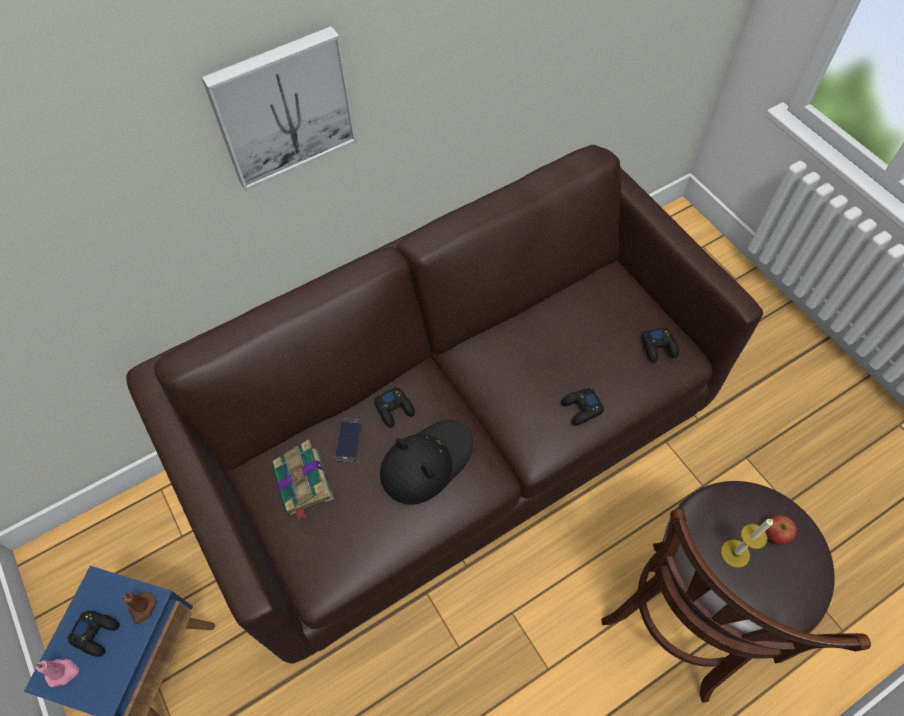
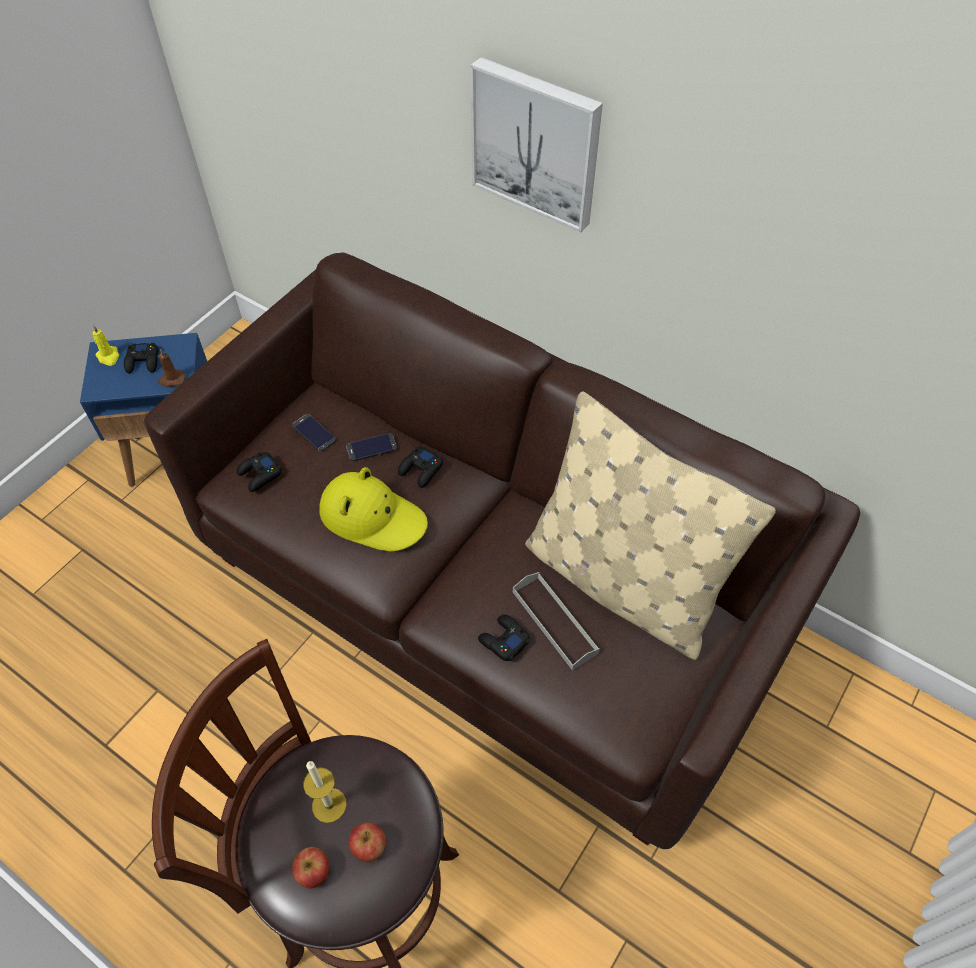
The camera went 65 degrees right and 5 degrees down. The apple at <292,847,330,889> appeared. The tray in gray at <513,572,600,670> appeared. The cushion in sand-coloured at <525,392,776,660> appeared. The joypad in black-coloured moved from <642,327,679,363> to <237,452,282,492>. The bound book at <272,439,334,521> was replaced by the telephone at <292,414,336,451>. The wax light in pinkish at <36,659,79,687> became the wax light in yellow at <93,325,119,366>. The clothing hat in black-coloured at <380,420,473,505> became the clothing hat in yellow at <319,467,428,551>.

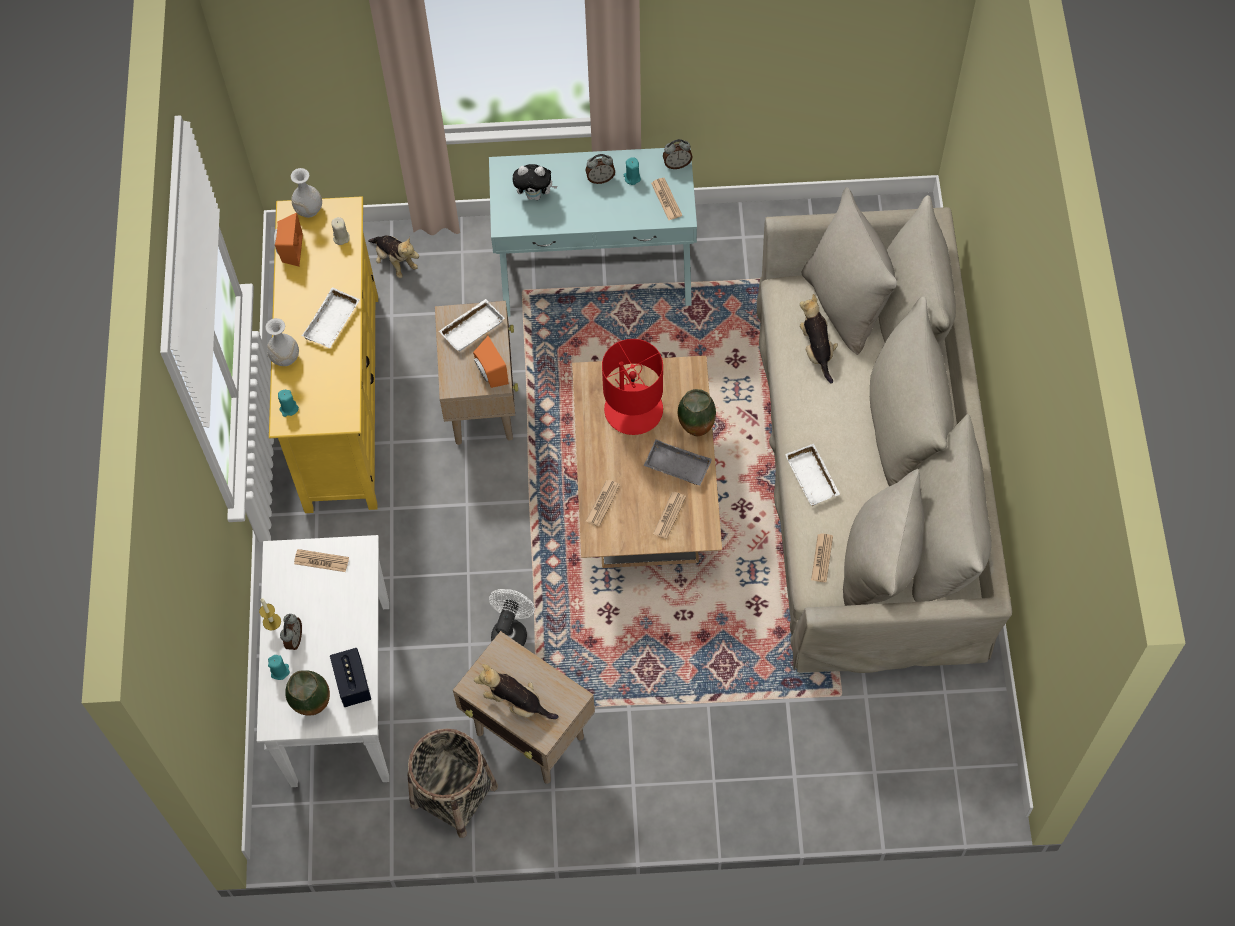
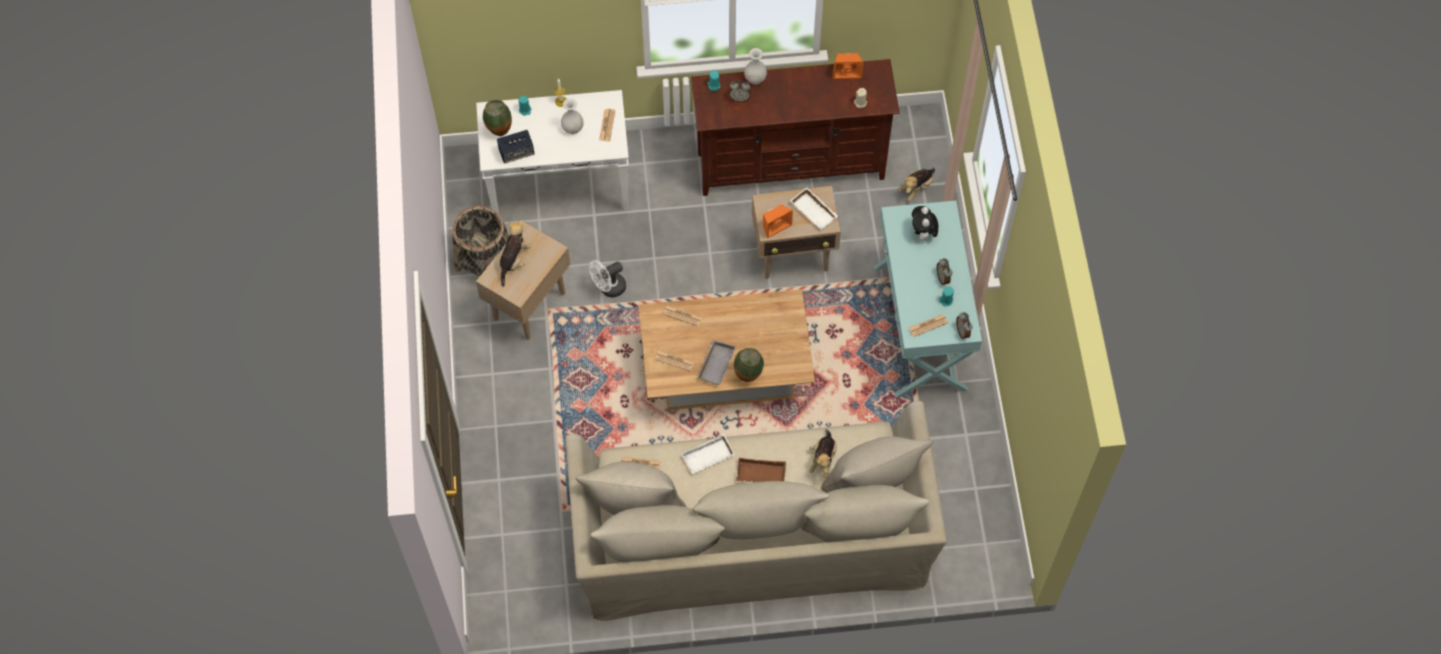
The camera went 85 degrees right and 0 degrees up. The tray in white at <302,287,360,348> disappeared. The tabletop lamp in red at <602,339,663,435> disappeared. The tray in brown at <736,458,786,482> appeared. The table clock moved from <280,614,302,650> to <729,80,751,102>. The vase in white moved from <291,168,322,218> to <561,98,584,134>. The tv unit in yellow at <269,196,378,513> became the tv unit in brown at <691,59,900,196>. The electric fan in white at <489,589,535,646> turned 135 degrees clockwise. The cuddly toy at <800,294,838,383> turned 120 degrees clockwise.

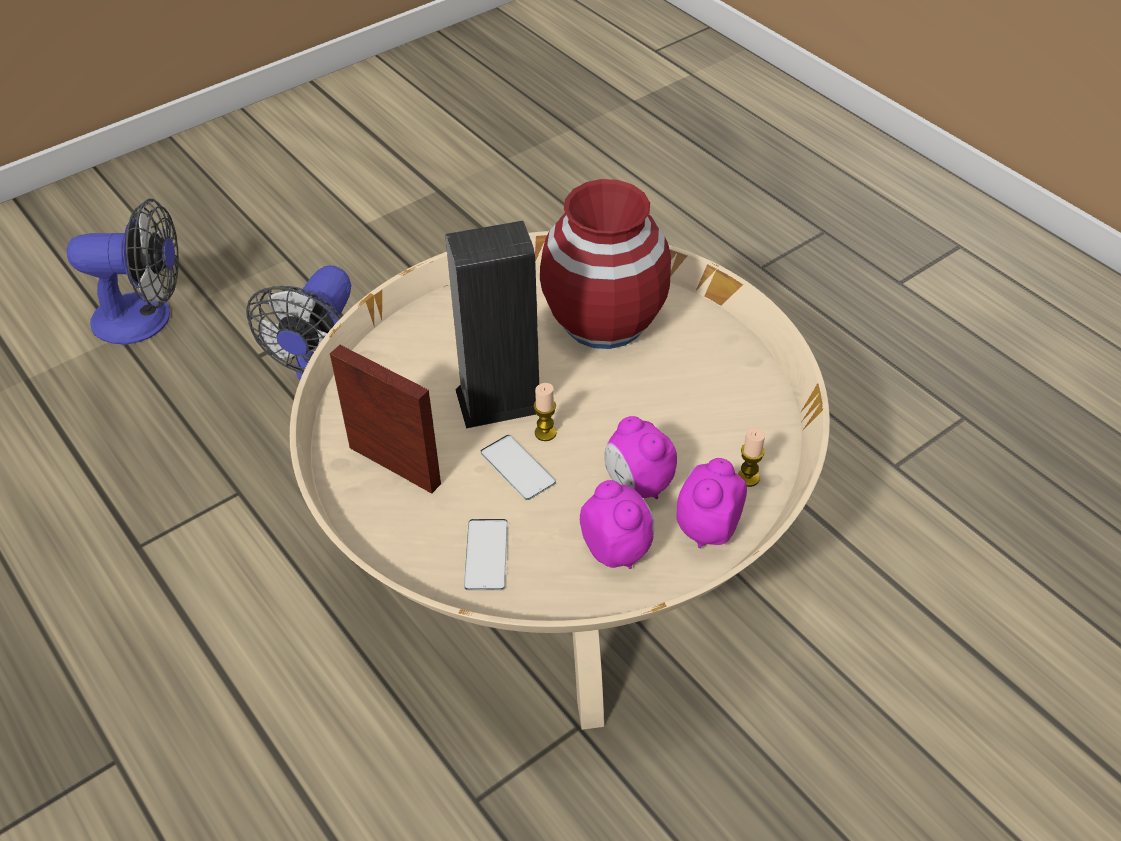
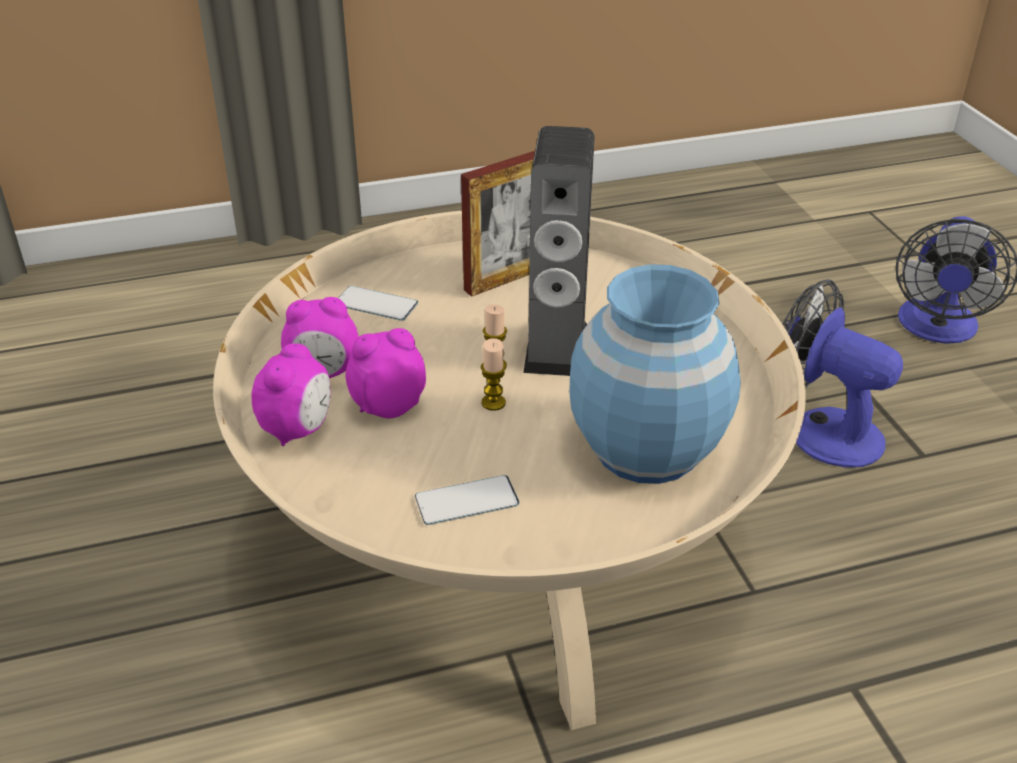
The camera went 110 degrees right and 10 degrees down. The telephone moved from <480,435,556,500> to <415,475,520,525>. The wax light moved from <738,428,765,487> to <481,338,506,411>. The vase in red at <540,179,671,349> became the vase in bluish at <569,264,741,484>. The table clock at <676,458,747,548> turned 60 degrees clockwise.

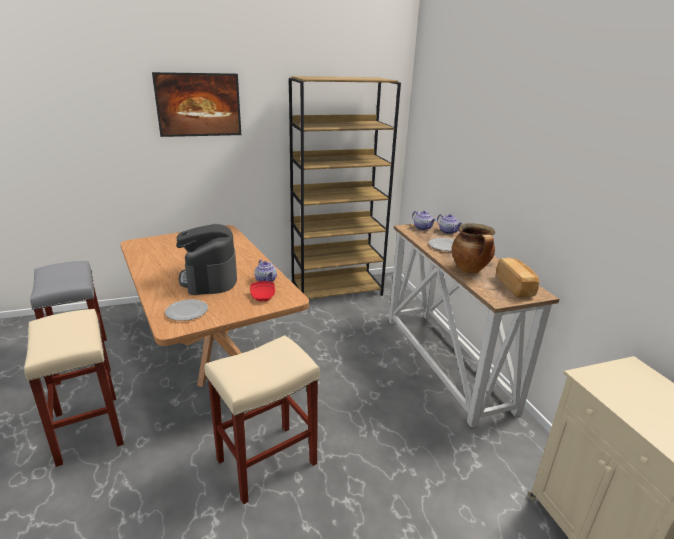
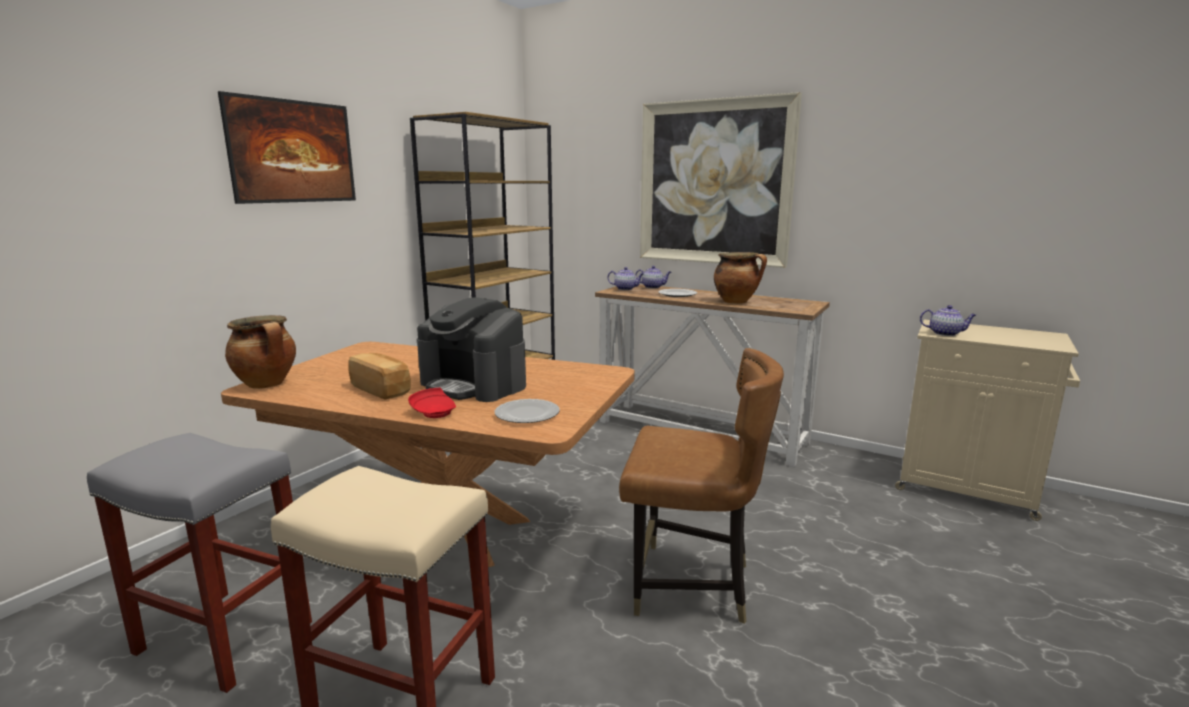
The camera went 40 degrees left and 10 degrees down. The stockpot at <225,315,296,389> appeared. The wall art at <640,92,802,268> appeared. The flat dish in red moved from <250,281,275,302> to <408,388,456,418>. The tea pot moved from <255,260,277,282> to <920,305,976,336>. The bakery bread moved from <496,258,539,298> to <348,353,411,400>. The sitting stool in sand-coloured at <205,335,320,505> was replaced by the chair in brown at <619,348,784,624>.

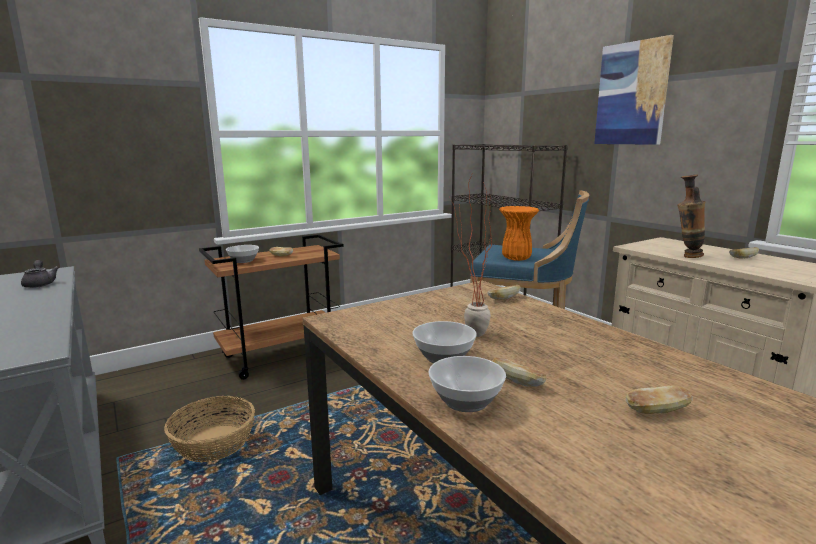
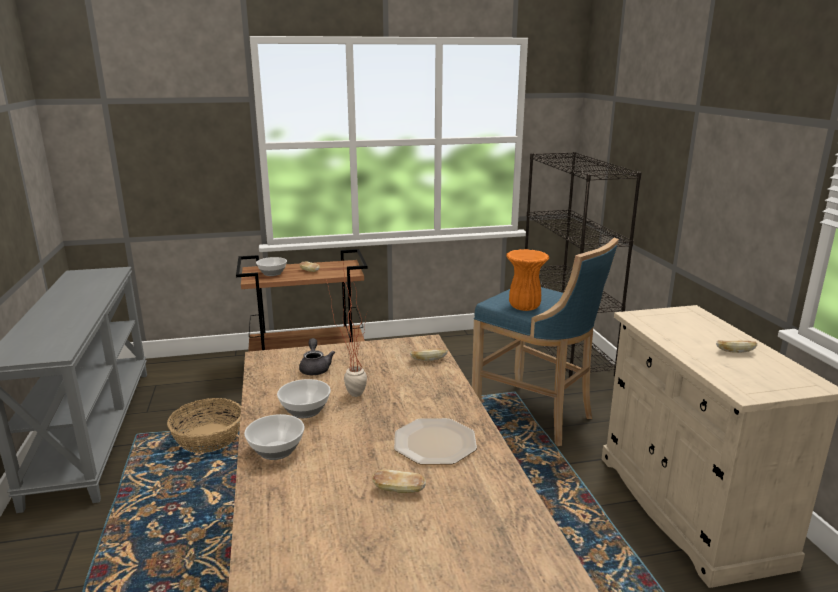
The camera went 20 degrees right and 5 degrees up. The bakery bread at <492,357,546,387> disappeared. The wall art at <594,35,674,145> disappeared. The vase at <677,174,705,258> disappeared. The flat dish at <394,418,477,465> appeared. The tea pot in gray moved from <21,260,59,288> to <299,338,335,375>.

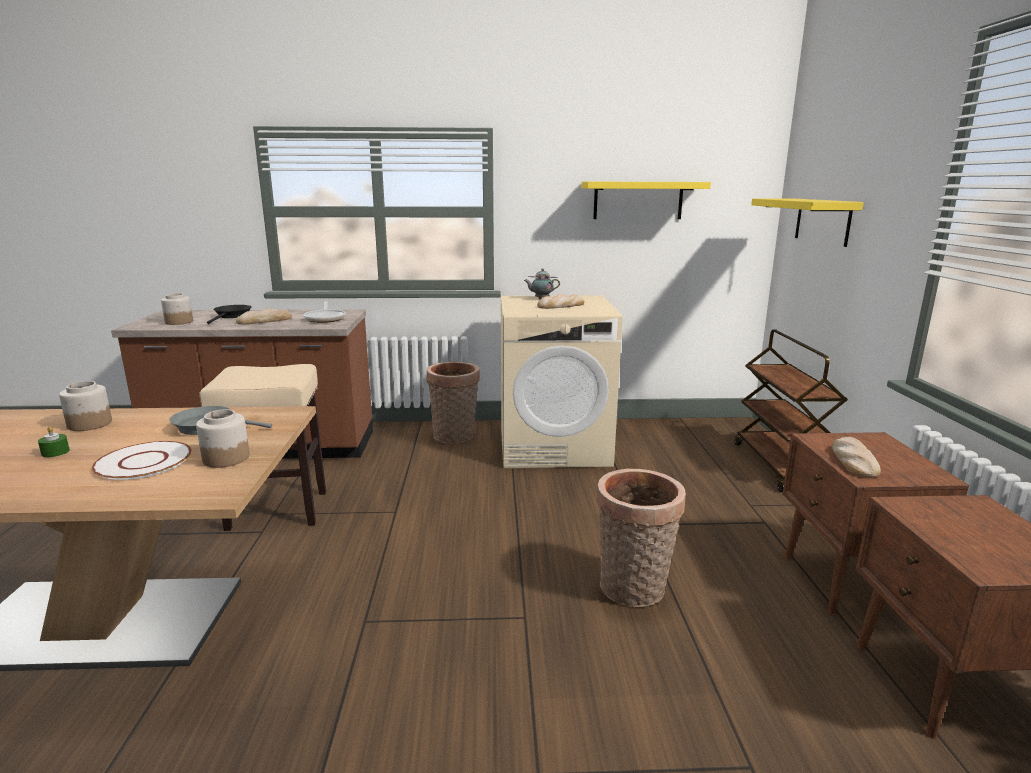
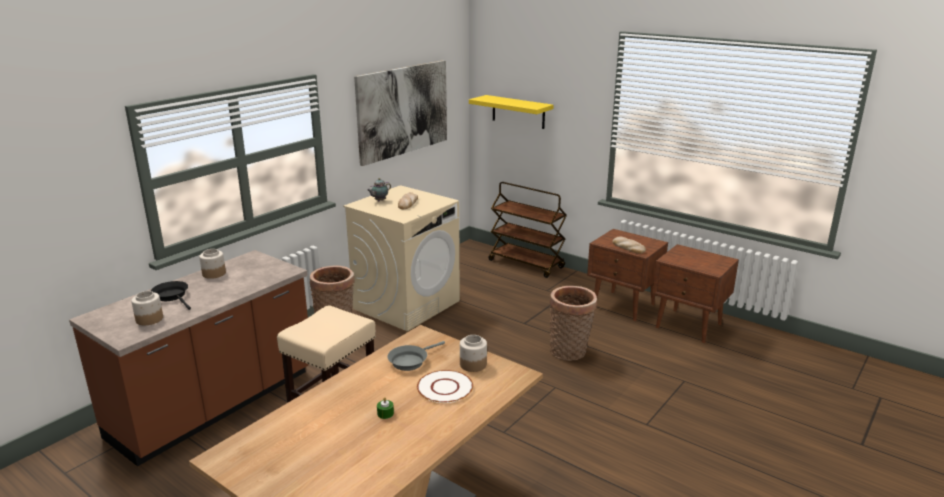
The camera went 50 degrees left and 5 degrees up. The bakery bread at <236,308,292,325> disappeared. The skillet at <303,301,346,323> disappeared. The preserve jar moved from <59,381,112,431> to <199,249,226,279>. The shelf in yellow at <581,182,711,219> was replaced by the wall art at <354,60,447,166>.

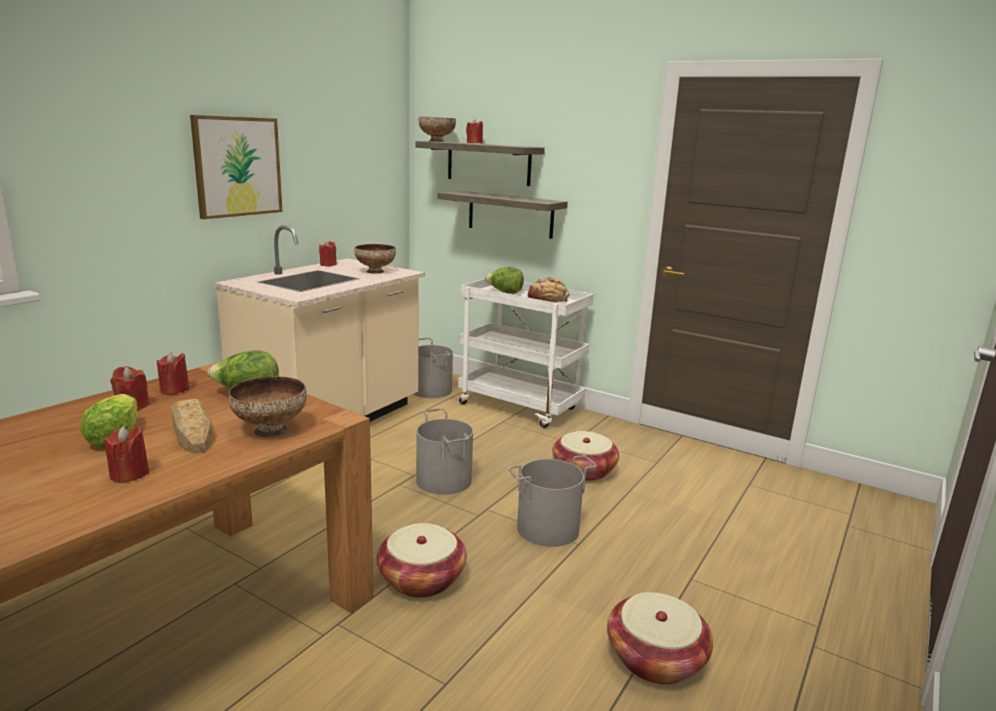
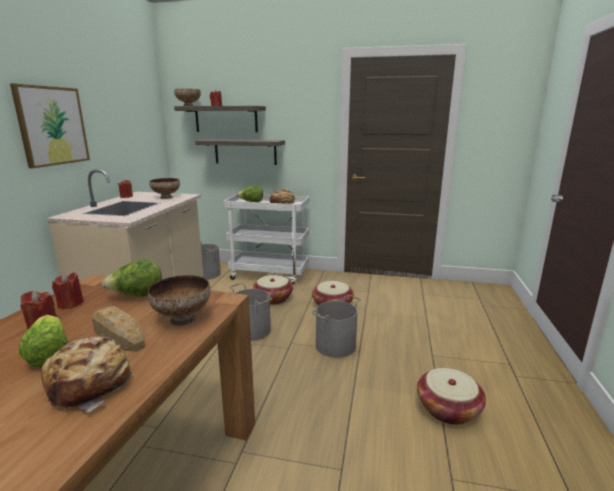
The camera went 20 degrees left and 0 degrees up. The storage basket moved from <377,523,467,598> to <253,275,293,305>. The wax light in red at <104,426,149,483> was replaced by the bakery bread at <41,337,134,412>.

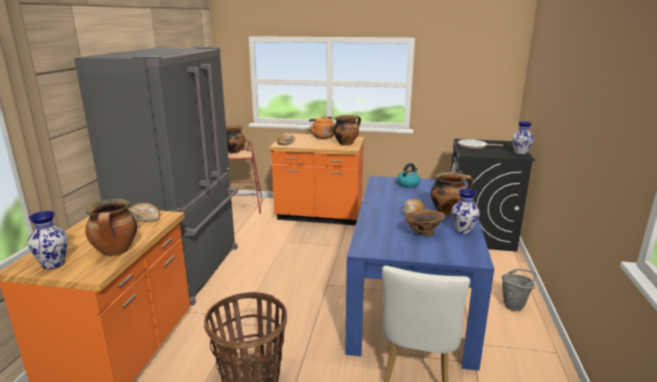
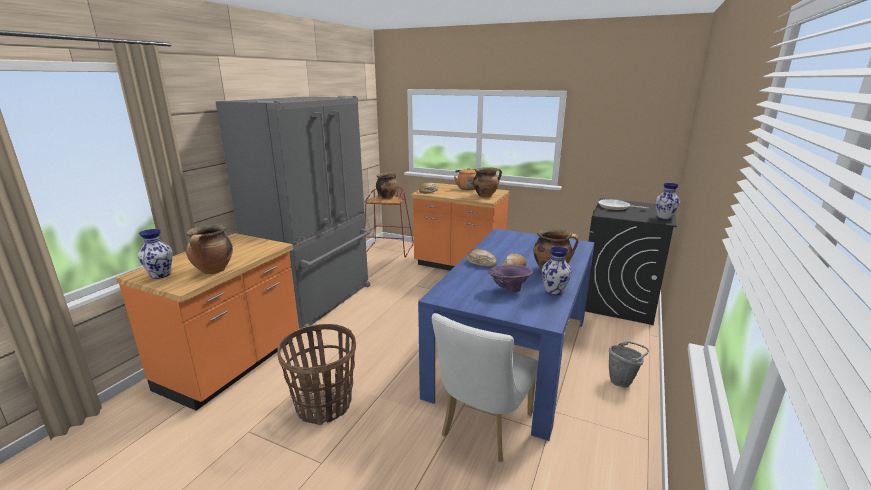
The camera went 15 degrees right and 0 degrees up. The tea kettle at <397,163,420,188> disappeared. The bakery bread moved from <129,203,161,222> to <467,249,497,267>. The vase in brown at <405,210,445,237> became the vase in purple-coloured at <488,265,533,293>.

